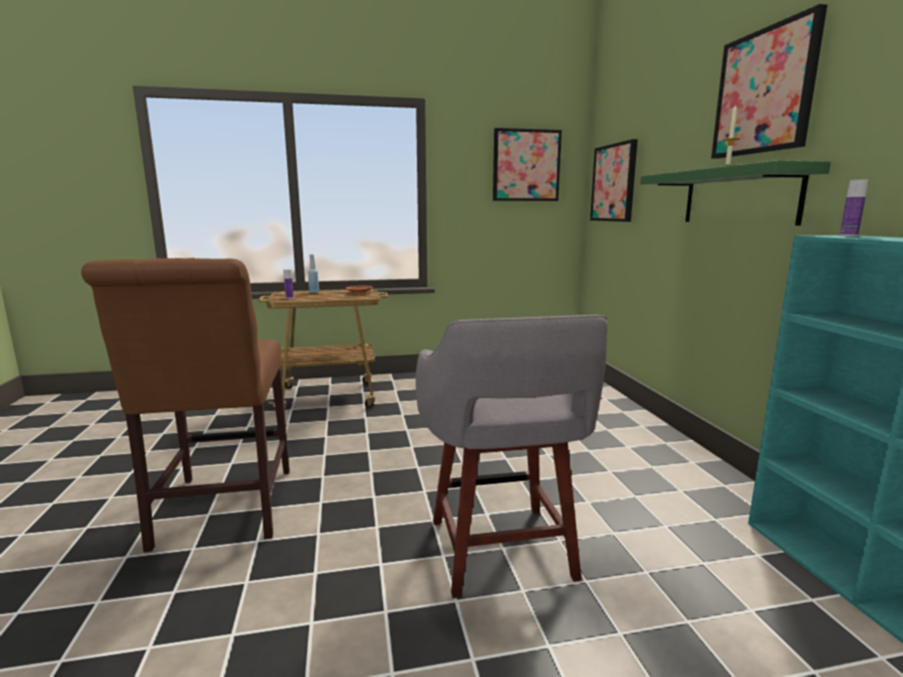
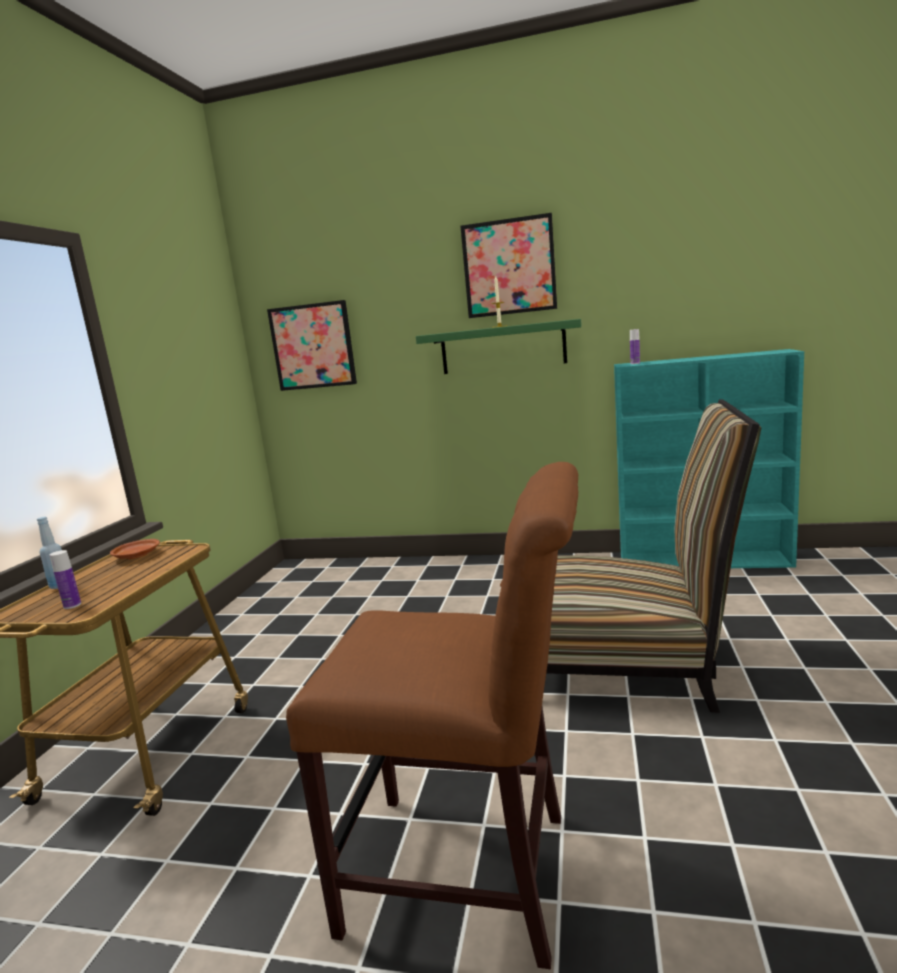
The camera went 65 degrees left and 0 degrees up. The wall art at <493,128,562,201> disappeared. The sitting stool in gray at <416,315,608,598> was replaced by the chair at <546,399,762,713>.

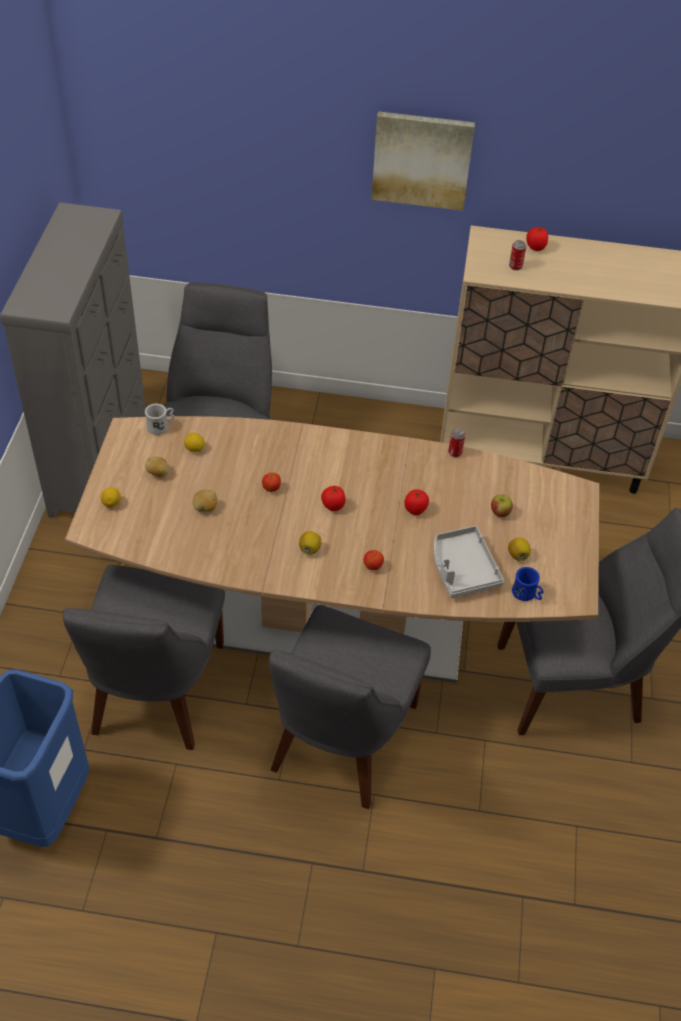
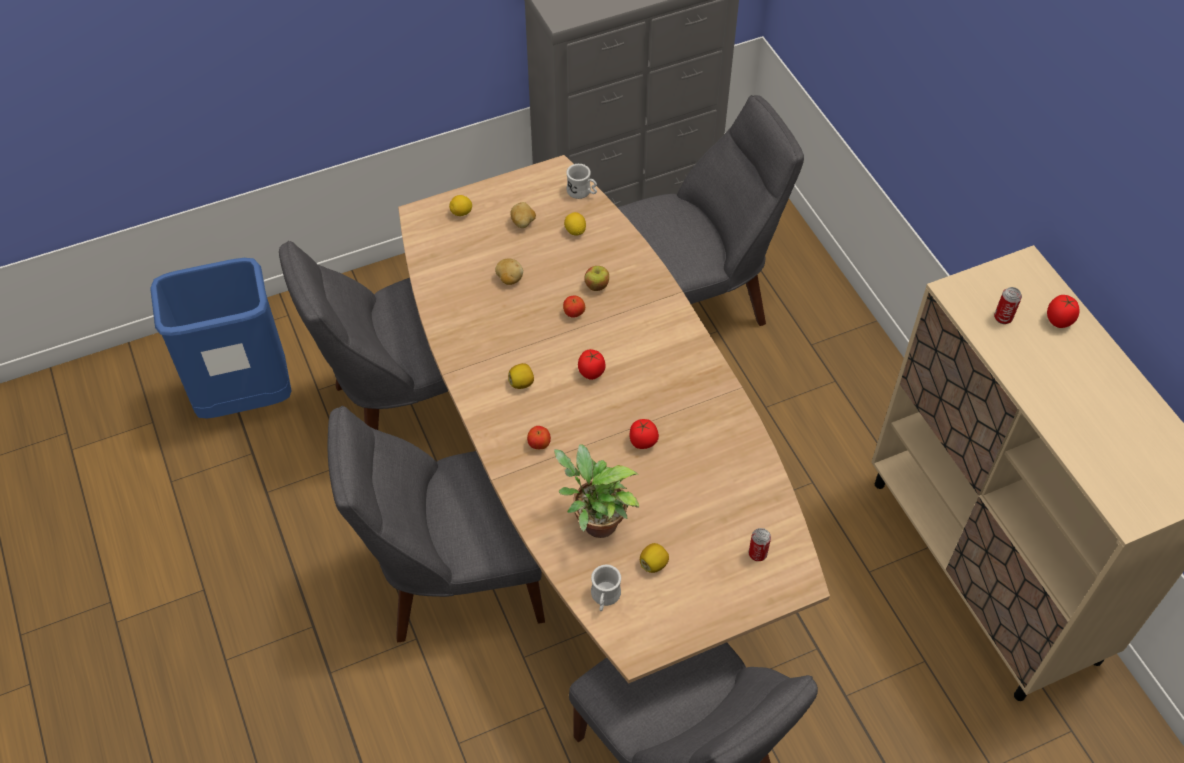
The camera went 60 degrees right and 5 degrees up. The wall art at <372,111,475,211> disappeared. The can moved from <448,429,465,457> to <749,528,771,561>. The apple moved from <491,494,513,517> to <584,266,609,291>. The tray in gray at <434,526,504,598> was replaced by the plant in a pot at <554,444,639,538>. The tea mug in bluish at <512,567,543,601> became the tea mug in white at <591,565,621,611>.

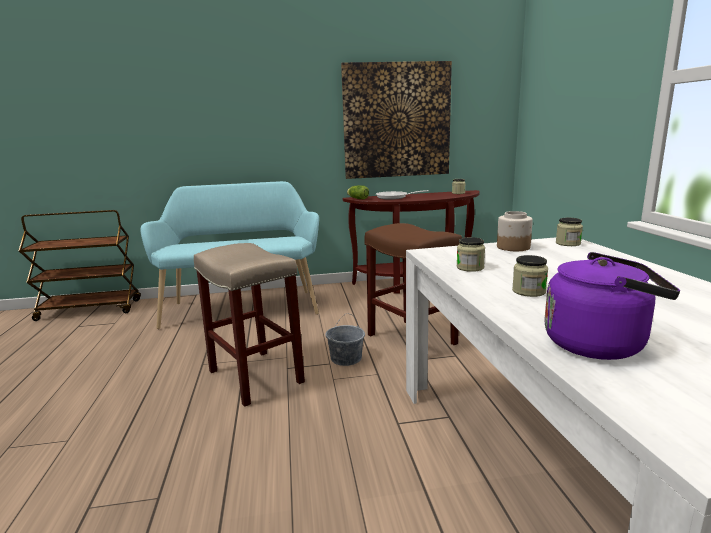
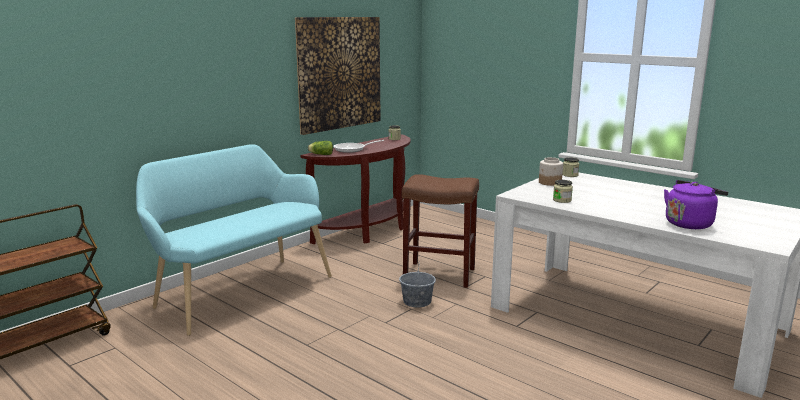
The camera went 40 degrees left and 0 degrees up. The sitting stool in sand-coloured at <194,243,305,407> disappeared. The preserve jar at <512,255,548,297> disappeared.

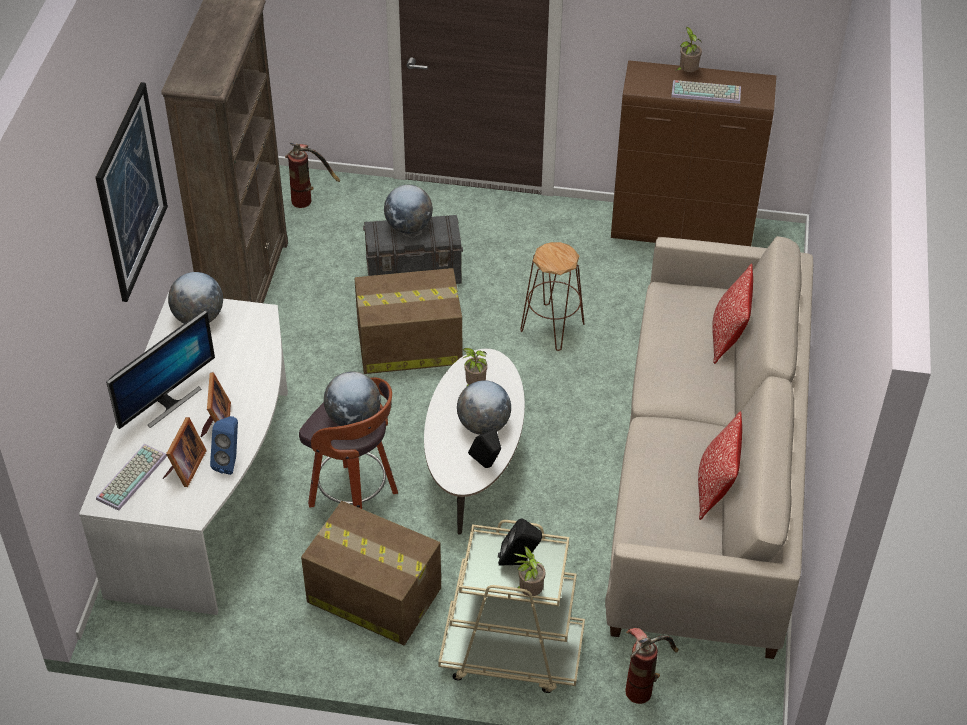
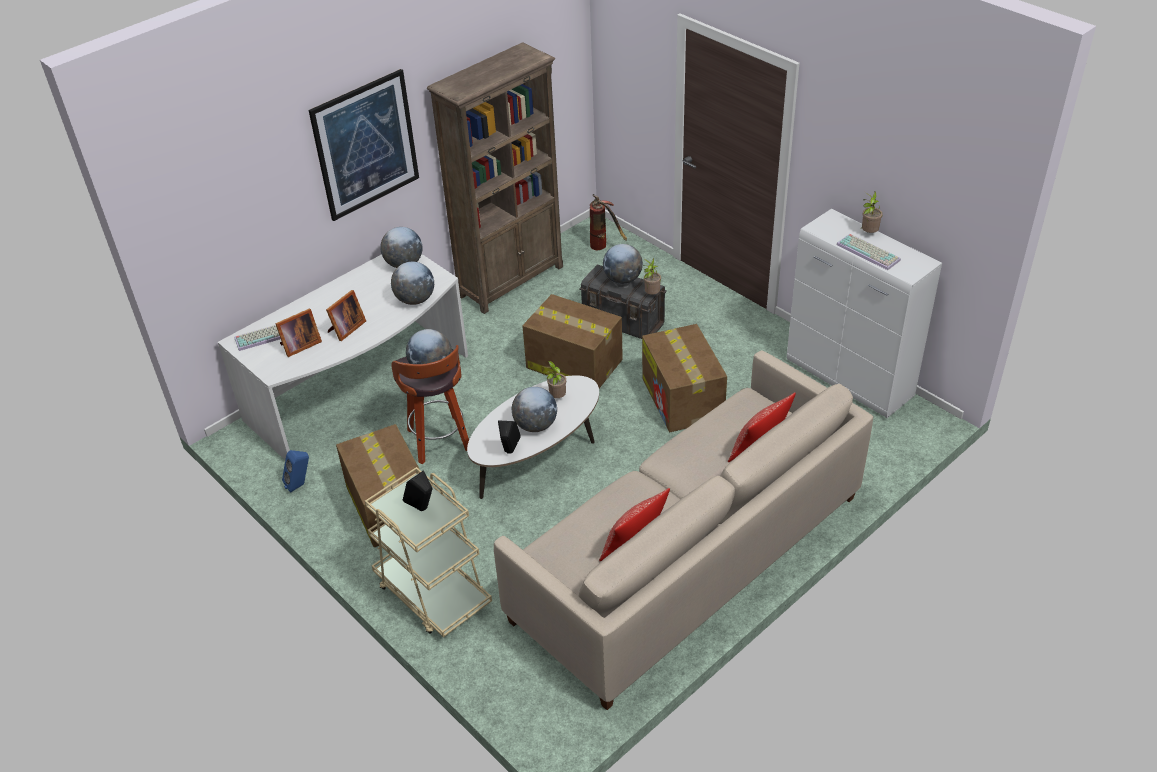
The camera went 40 degrees right and 5 degrees down. The monitor at <106,310,215,429> disappeared. The extinguisher at <625,628,679,704> disappeared. The desk globe at <391,262,434,305> appeared. The audio speaker in bluish moved from <210,416,238,475> to <282,450,309,493>. The plant in a pot moved from <513,546,546,596> to <643,258,661,295>. The sitting stool in brown at <520,242,585,351> was replaced by the packing box at <642,324,727,432>. The cupboard in brown at <611,60,776,246> became the cupboard in white at <787,209,942,418>.

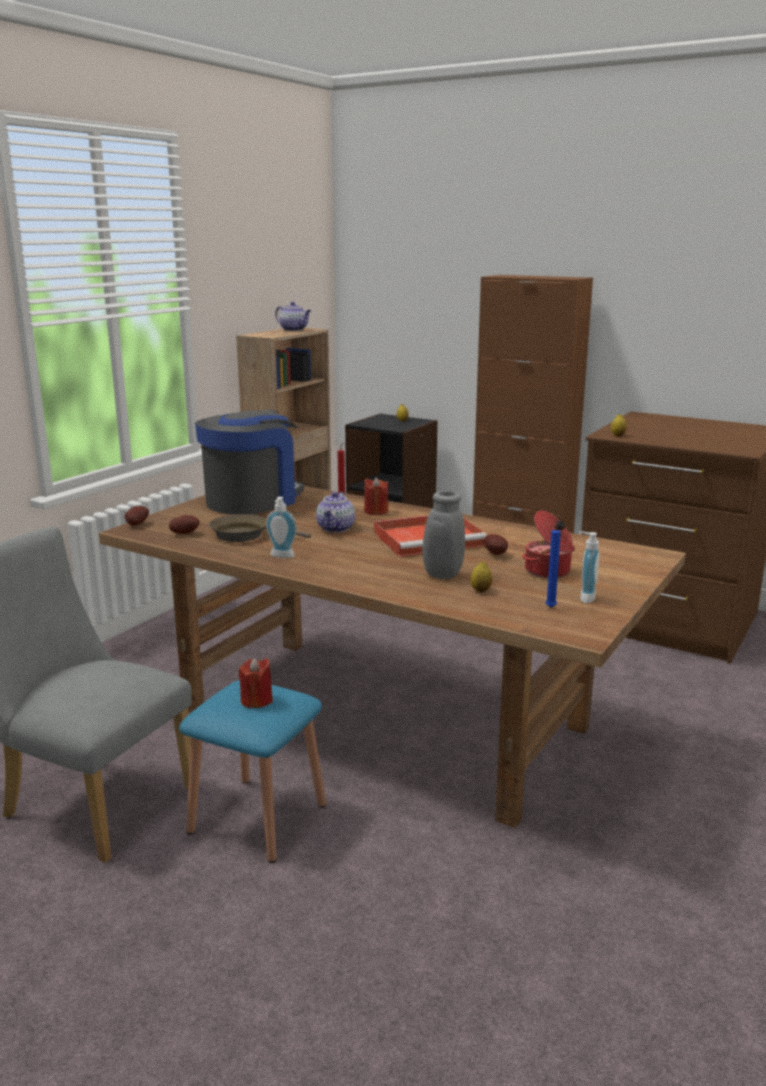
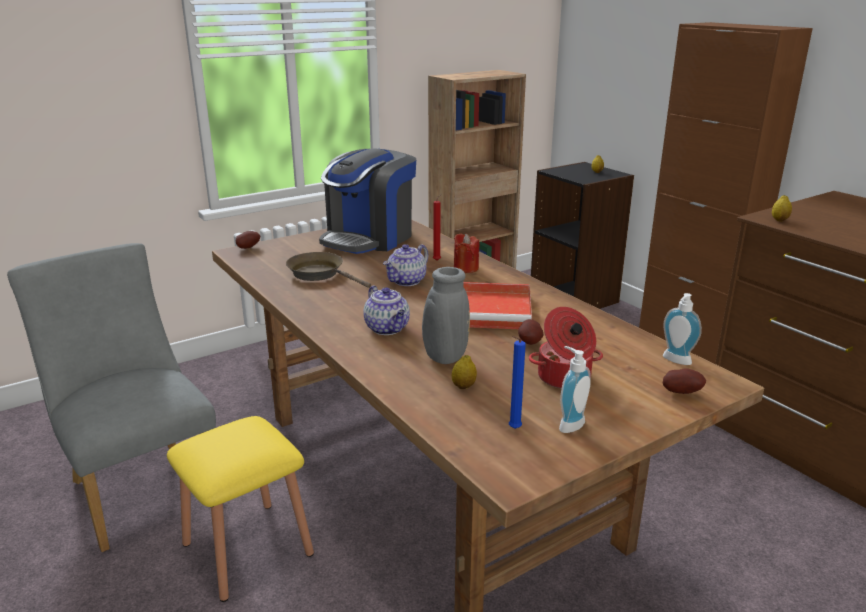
The camera went 25 degrees right and 5 degrees up. The wax light in red at <239,658,273,708> disappeared. The potato moved from <169,515,199,534> to <663,368,706,394>. The soap dispenser moved from <266,497,297,558> to <663,293,702,365>. The tea pot moved from <275,302,311,331> to <363,286,410,335>. The sitting stool in bluish at <179,680,326,863> became the sitting stool in yellow at <167,416,314,602>. The coffee brewer at <195,409,304,515> turned 150 degrees clockwise.

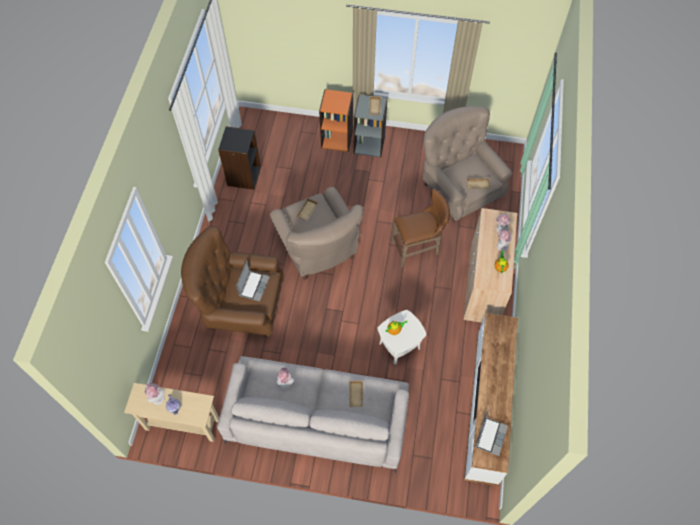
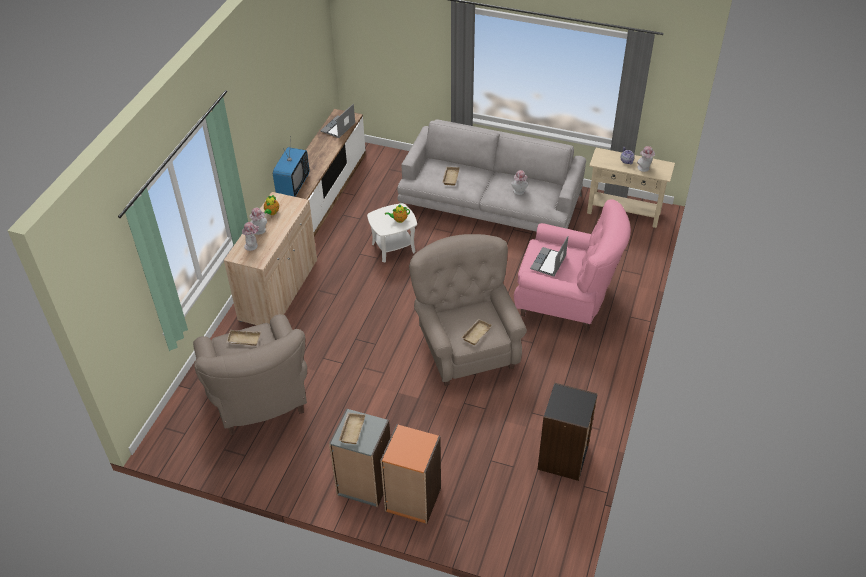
The camera went 170 degrees left and 15 degrees down. The sitting stool in brown at <391,189,450,267> disappeared. The television at <273,137,310,197> appeared. The lounge chair in brown at <181,226,284,337> became the lounge chair in pinkish at <514,200,631,331>.

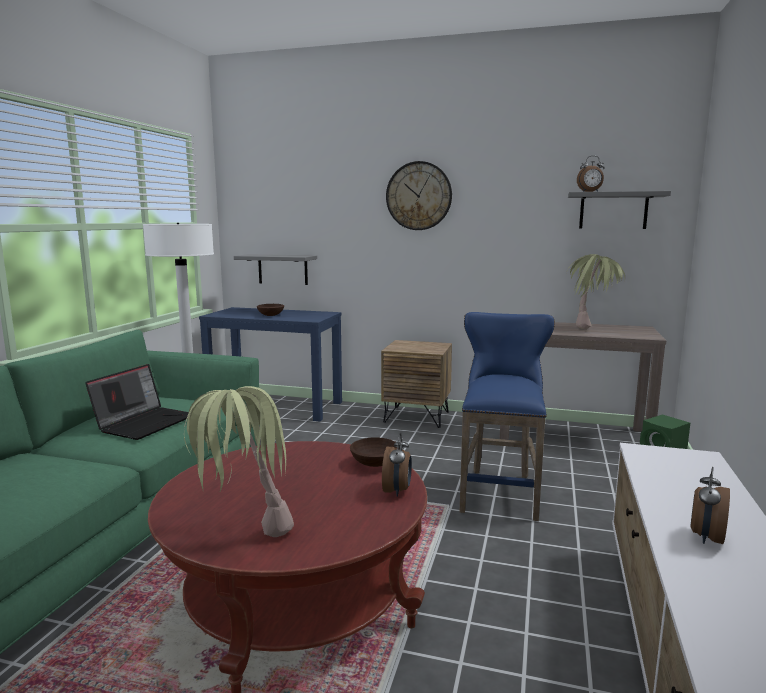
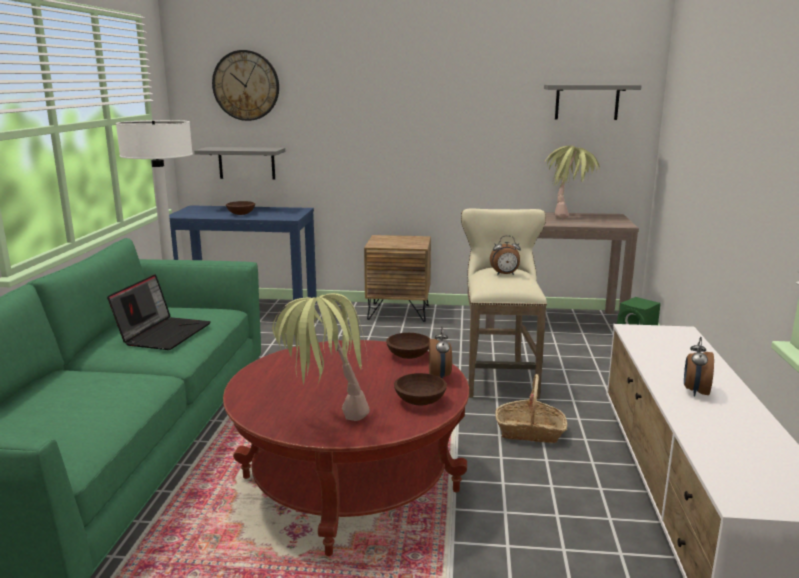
The camera went 10 degrees left and 5 degrees up. The bowl in brown at <394,373,447,406> appeared. The storage basket at <495,374,567,443> appeared. The hanging clock moved from <386,161,452,230> to <212,50,279,121>. The table clock moved from <577,156,605,192> to <490,235,521,275>. The sitting stool in bluish at <460,312,555,521> became the sitting stool in sand-coloured at <461,208,547,399>.

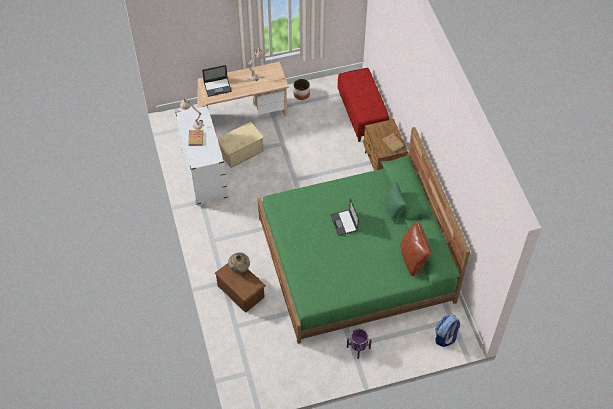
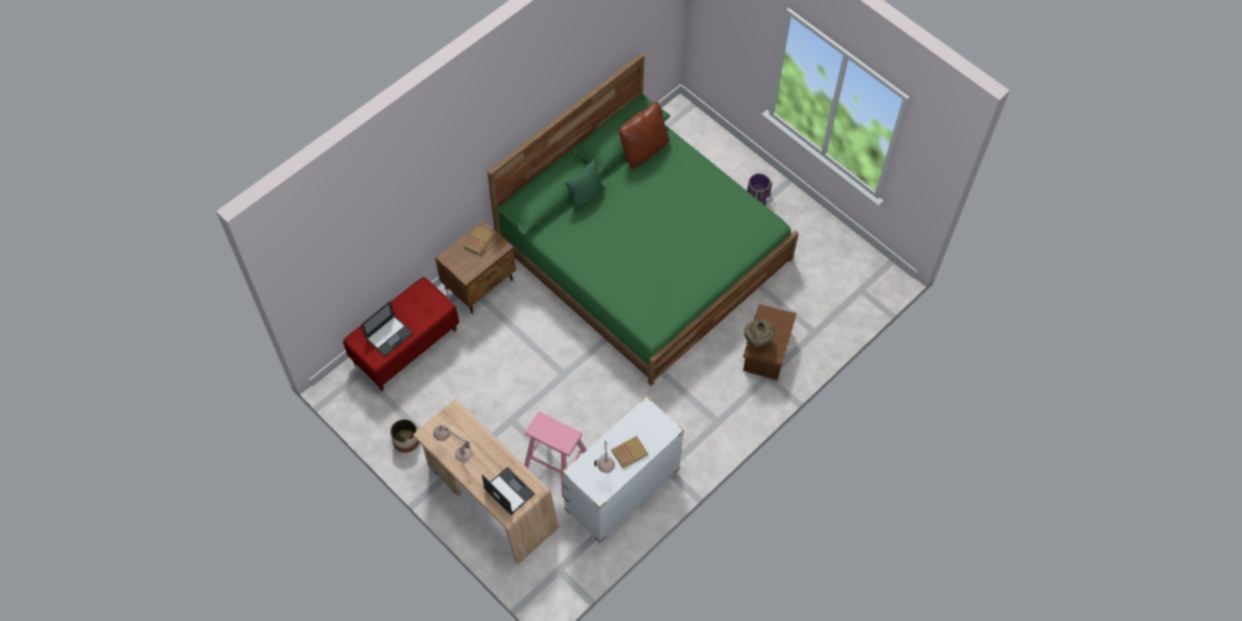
The camera went 120 degrees left and 5 degrees up. The backpack at <435,315,460,347> disappeared. The laptop moved from <330,198,359,236> to <361,301,413,357>. The storage container in sand-coloured at <217,122,264,168> was replaced by the sitting stool in pinkish at <524,412,586,498>.

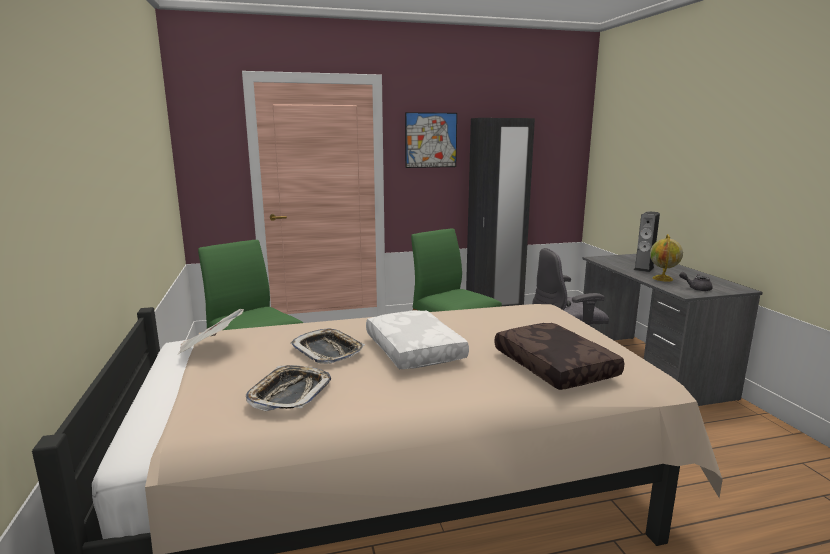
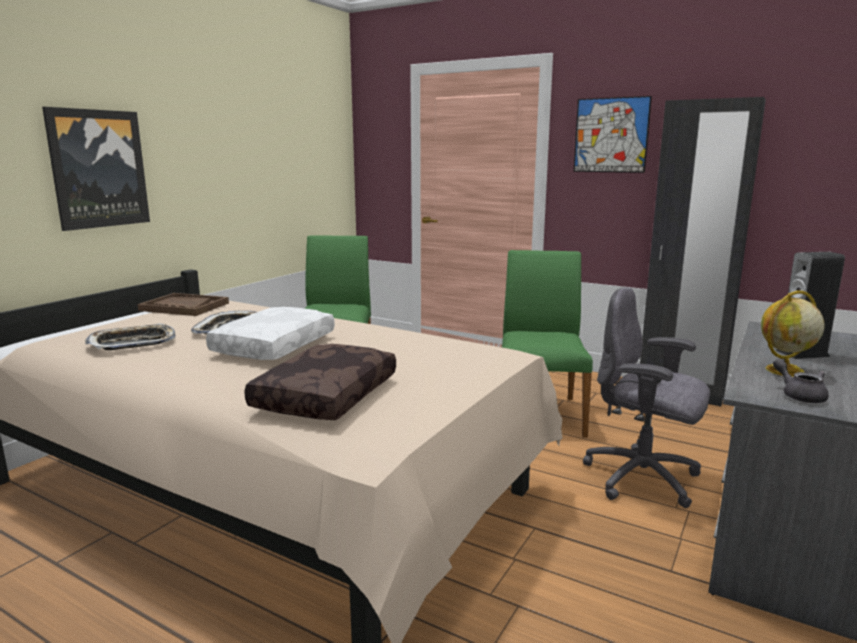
The camera went 45 degrees right and 0 degrees up. The wall art at <42,107,150,231> appeared. The printed paper at <177,309,244,355> was replaced by the tray in brown at <138,293,229,316>.

